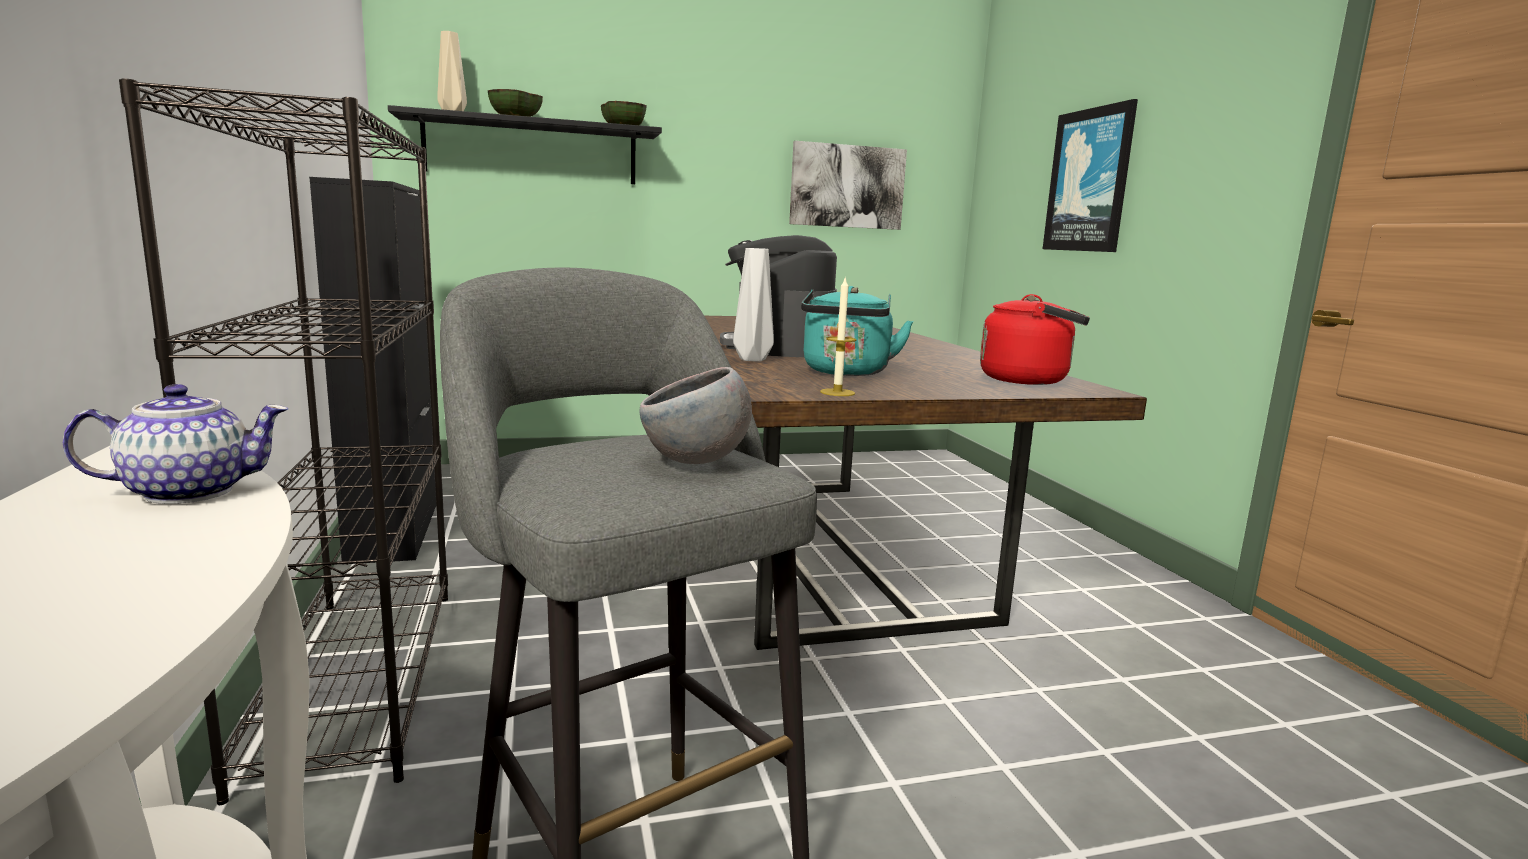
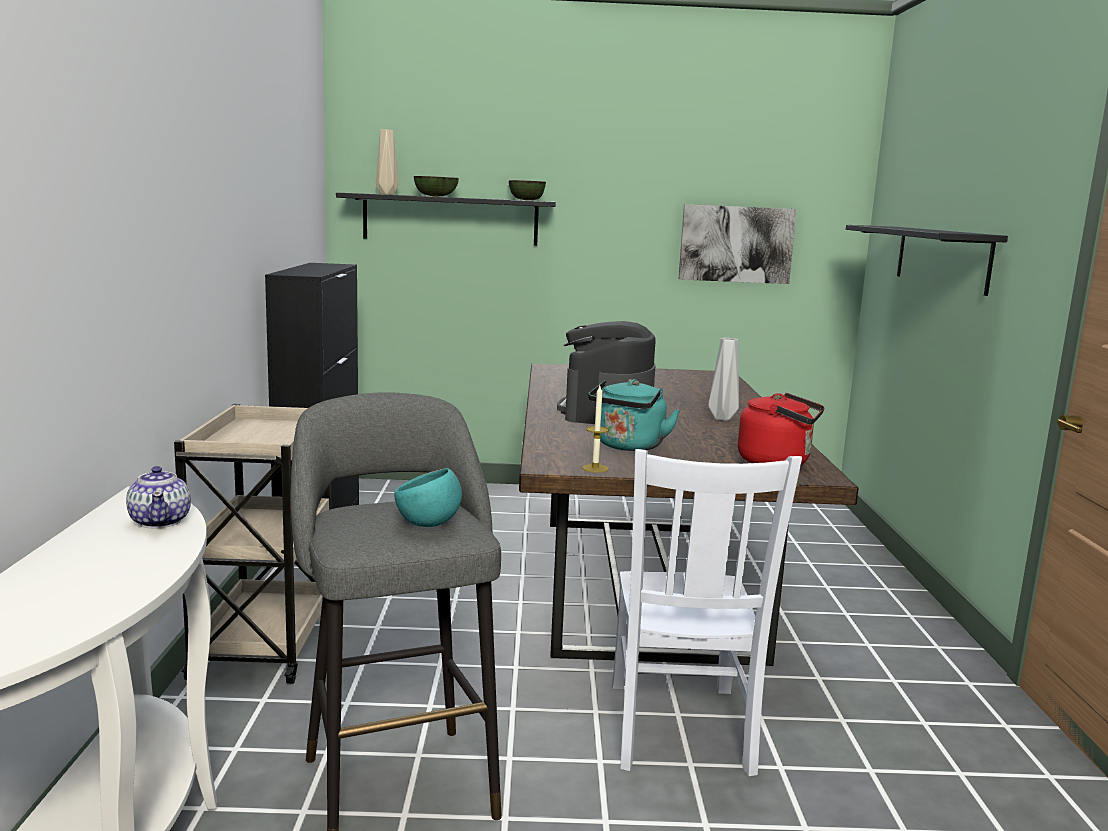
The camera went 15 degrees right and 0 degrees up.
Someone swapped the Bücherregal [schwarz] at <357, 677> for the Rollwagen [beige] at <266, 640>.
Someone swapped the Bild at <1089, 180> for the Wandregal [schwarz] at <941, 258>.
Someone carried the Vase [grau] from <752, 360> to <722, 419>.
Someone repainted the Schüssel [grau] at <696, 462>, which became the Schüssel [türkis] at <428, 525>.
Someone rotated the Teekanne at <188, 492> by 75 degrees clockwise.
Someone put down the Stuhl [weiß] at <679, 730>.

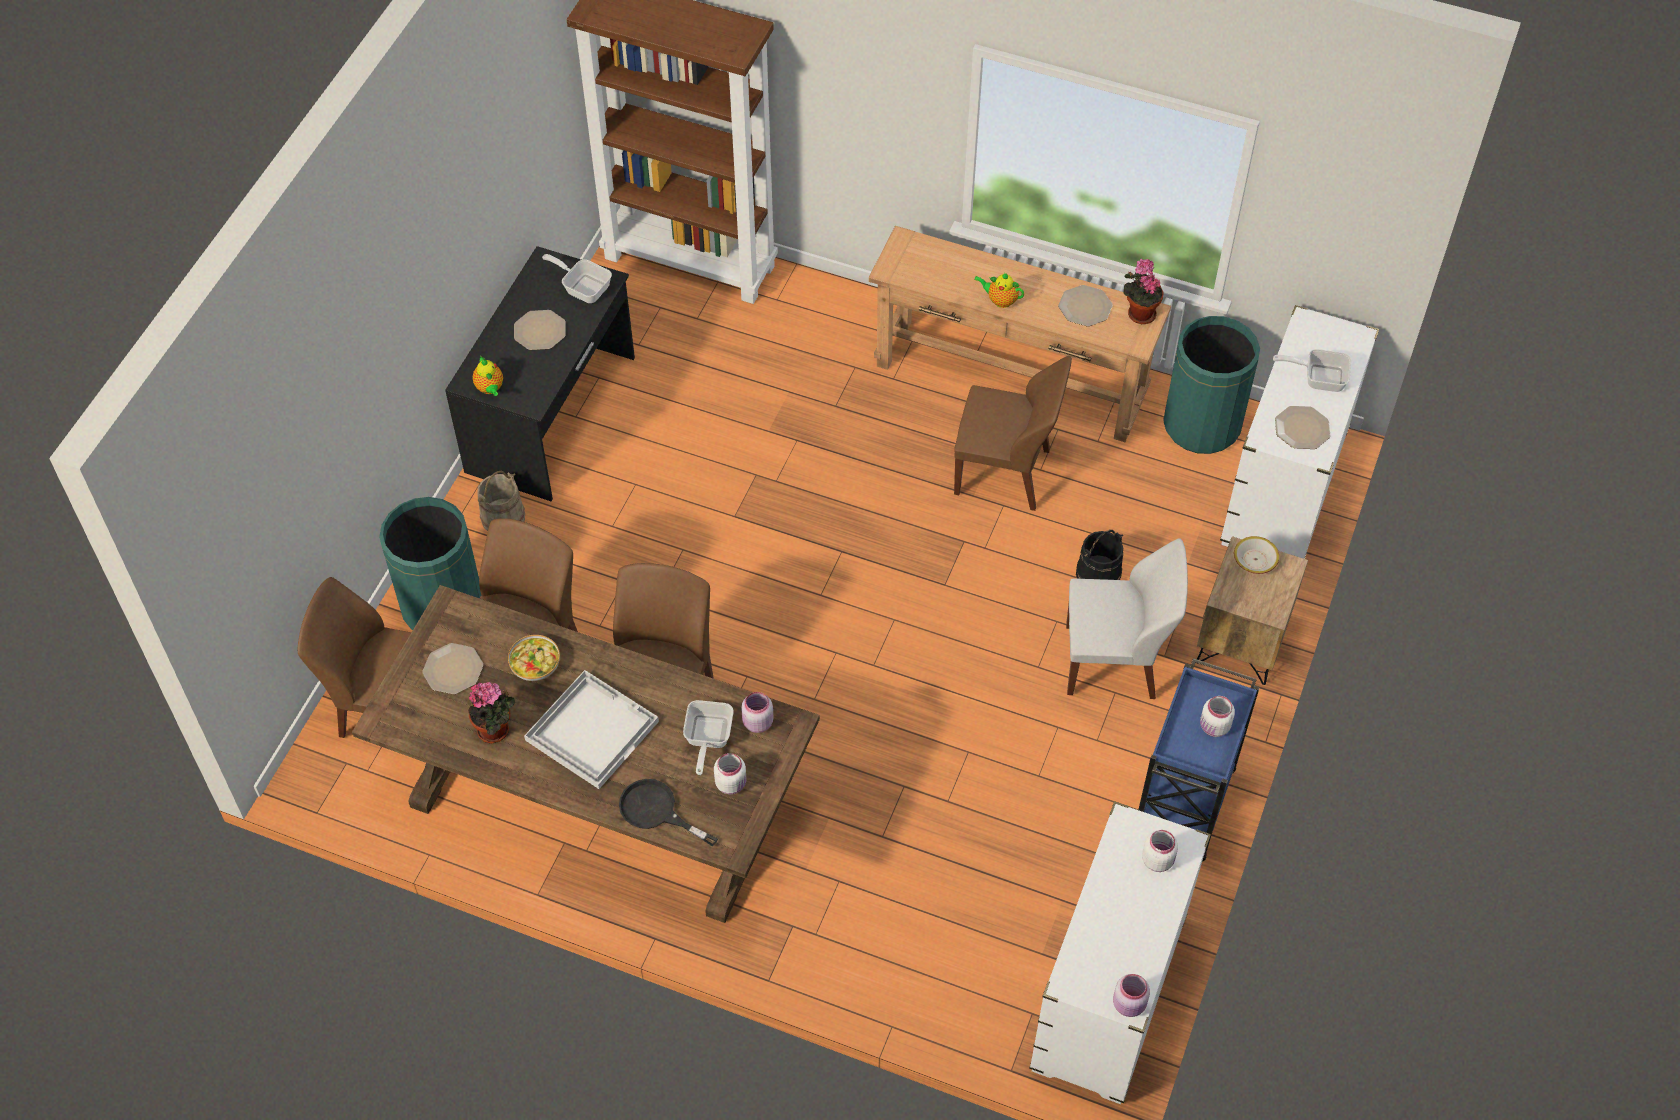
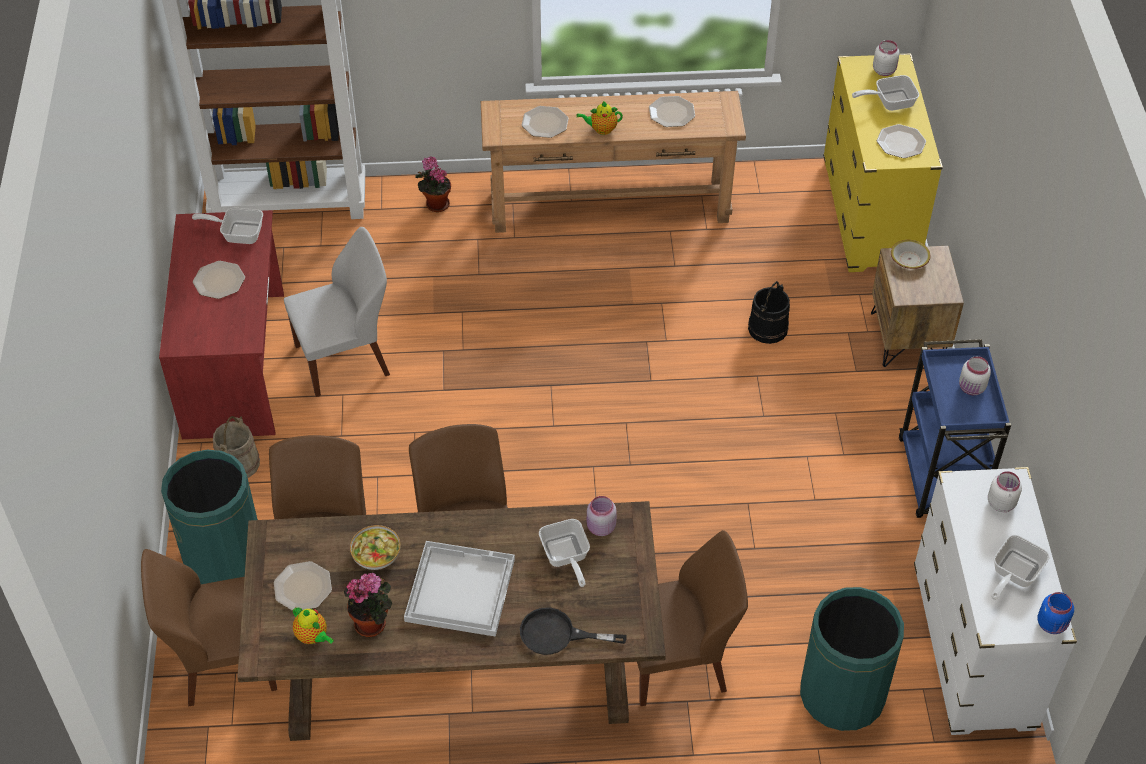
The camera went 25 degrees left and 5 degrees down.
Someone repainted the Schreibtisch [schwarz] at <553, 415>, which became the Schreibtisch [rot] at <236, 364>.
Someone carried the Topfpflanze from <1139, 313> to <435, 204>.
Someone repainted the Kommode [weiß] at <1284, 488>, which became the Kommode [gelb] at <869, 215>.
Someone carried the Mülleimer [grün] from <1202, 425> to <842, 695>.
Someone carried the Teekanne from <490, 389> to <313, 637>.
Someone carried the Stuhl [braun] from <1005, 473> to <677, 663>.
Someone carried the Stuhl [weiß] from <1114, 662> to <345, 359>.
Someone carried the Vorratsglas [weiß] from <732, 783> to <884, 70>.
Someone repainted the Vorratsglas [rosa] at <1130, 1004>, which became the Vorratsglas [blau] at <1052, 624>.
Someone put down the Teller at <544, 122>.
Someone put down the Pfanne at <1013, 574>.

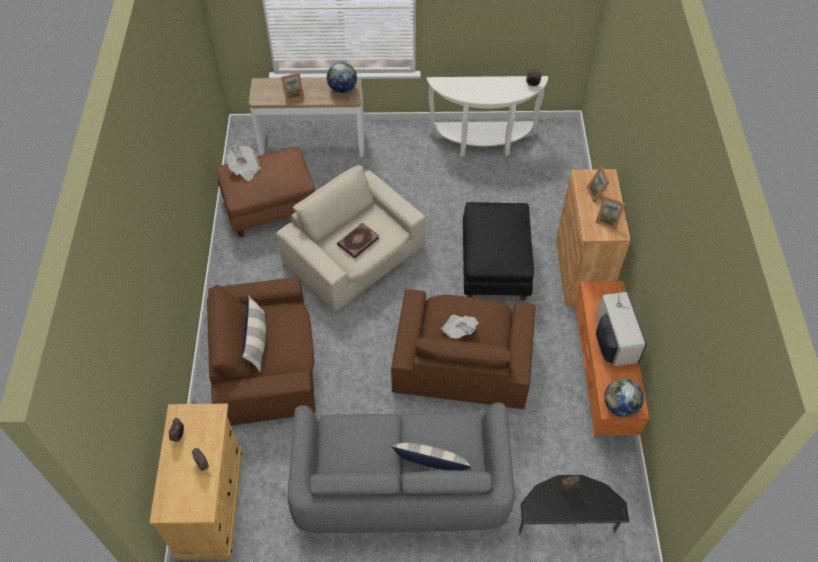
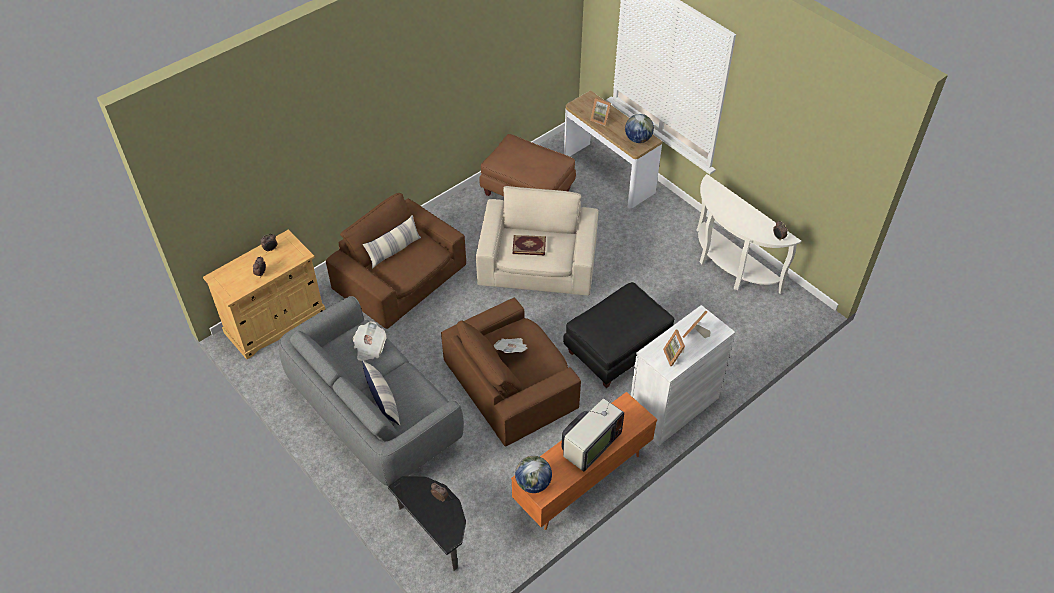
The camera went 50 degrees right and 5 degrees down.
Someone carried the Zeitung from <244, 169> to <369, 348>.
Someone repainted the Schrank [braun] at <581, 271>, which became the Schrank [weiß] at <673, 407>.

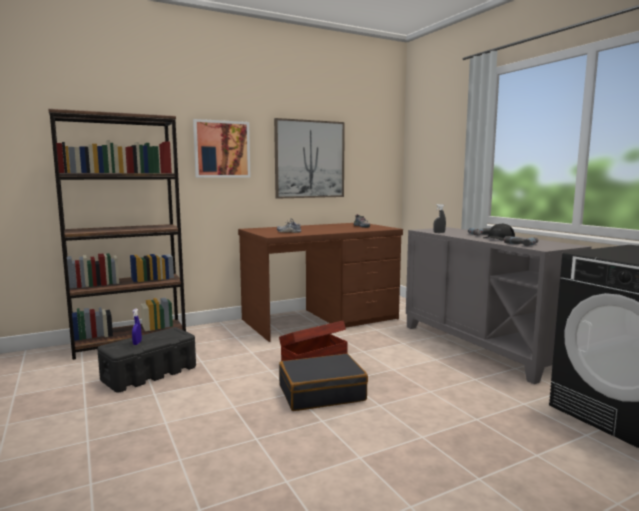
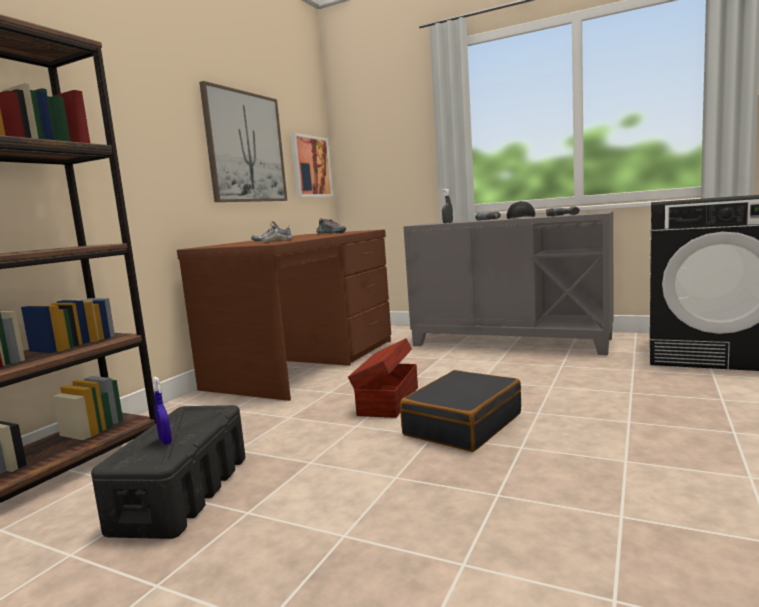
The camera went 35 degrees left and 0 degrees up.
Someone carried the Bild from <222, 149> to <311, 166>.

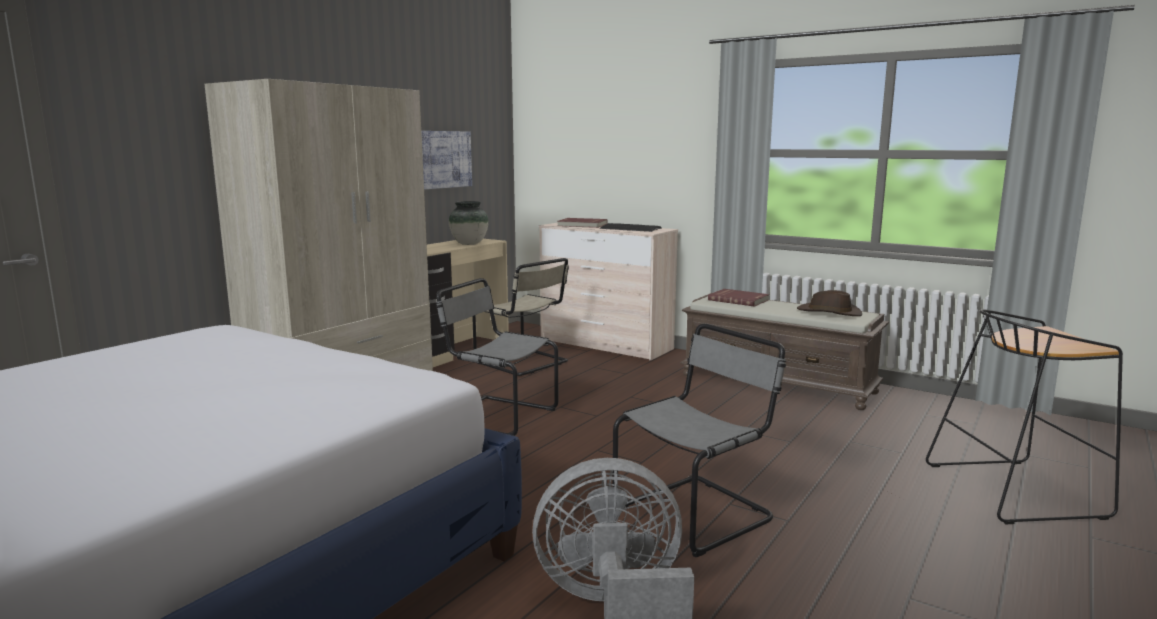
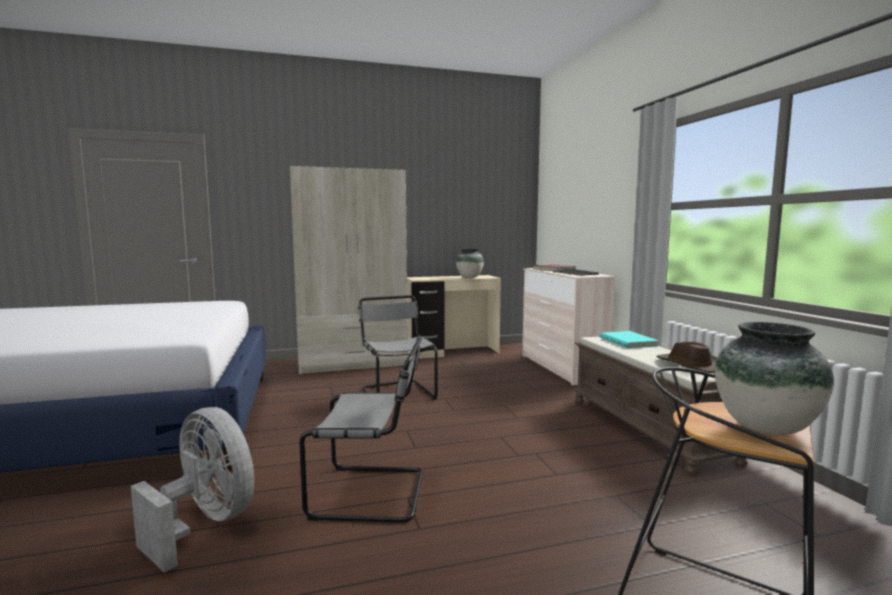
The camera went 40 degrees right and 5 degrees down.
Someone took away the Bild at <440, 159>.
Someone took away the Stuhl [beige] at <524, 363>.
Someone repainted the Buch [rot] at <738, 300>, which became the Buch [türkis] at <629, 341>.
Someone put down the Vase at <765, 428>.

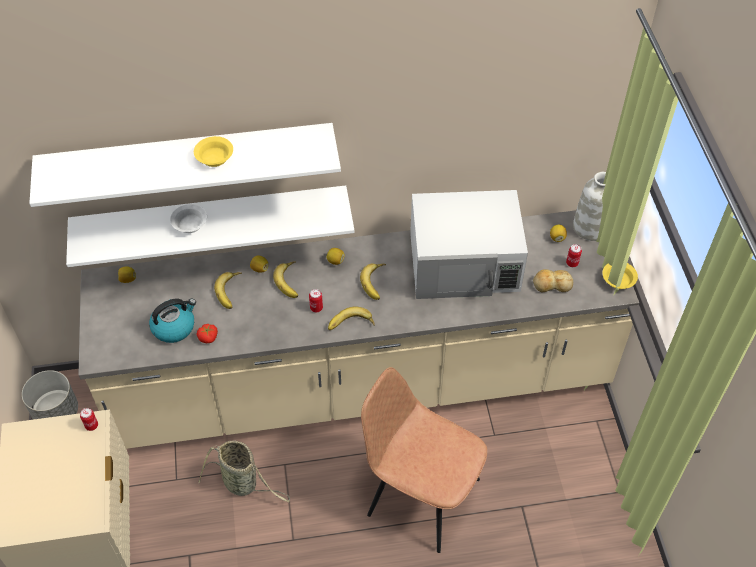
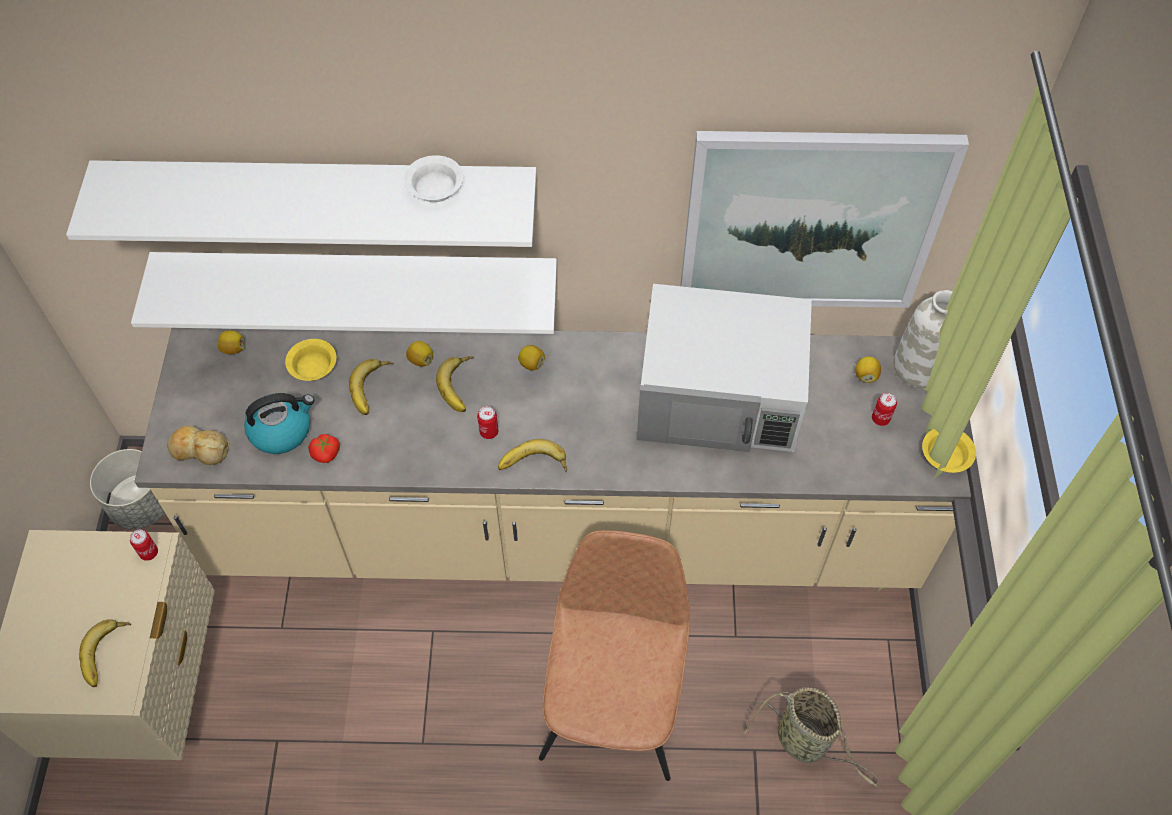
The camera went 10 degrees right and 5 degrees up.
Someone carried the Schüssel [gelb] from <215, 158> to <314, 367>.
Someone carried the Schüssel [weiß] from <189, 224> to <434, 188>.
Someone carried the Banane from <376, 283> to <107, 654>.
Someone carried the Brot from <551, 284> to <199, 450>.
Someone rotated the Stuhl [braun] at <421, 495> by 60 degrees clockwise.
Someone carried the Korb from <243, 483> to <805, 742>.
Someone put up the Bild at <810, 221>.

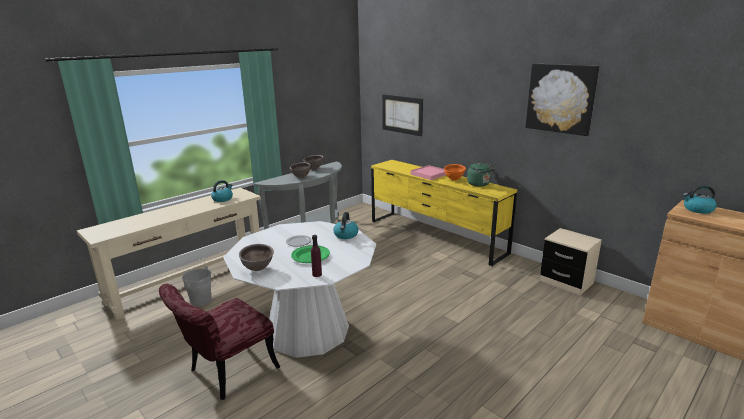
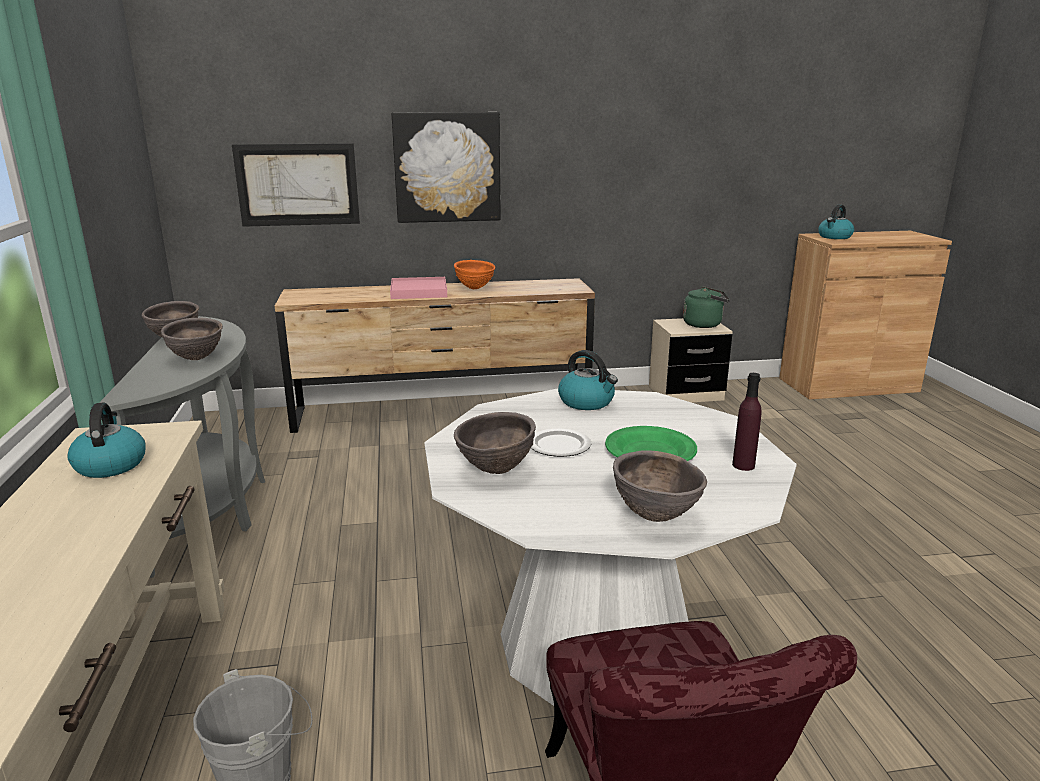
The camera went 55 degrees left and 0 degrees up.
Someone carried the Bild from <560, 98> to <447, 167>.
Someone repainted the Kommode [gelb] at <435, 236>, which became the Kommode [braun] at <442, 411>.
Someone carried the Wasserkessel [grün] from <479, 184> to <704, 324>.
Someone put down the Schüssel [braun] at <495, 470>.

